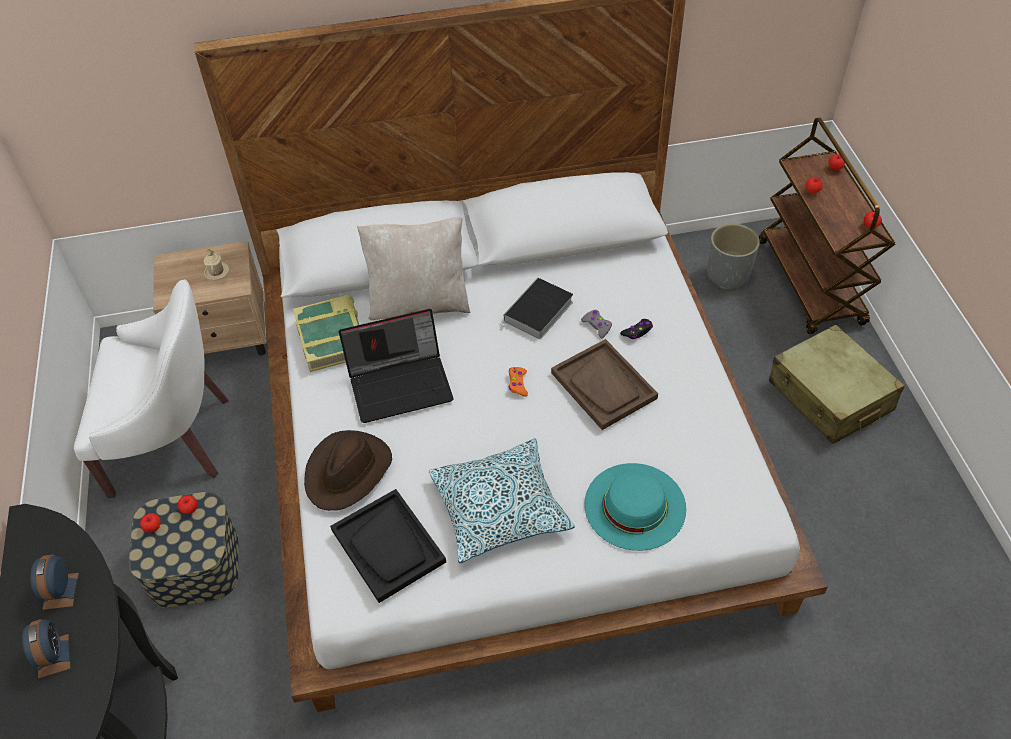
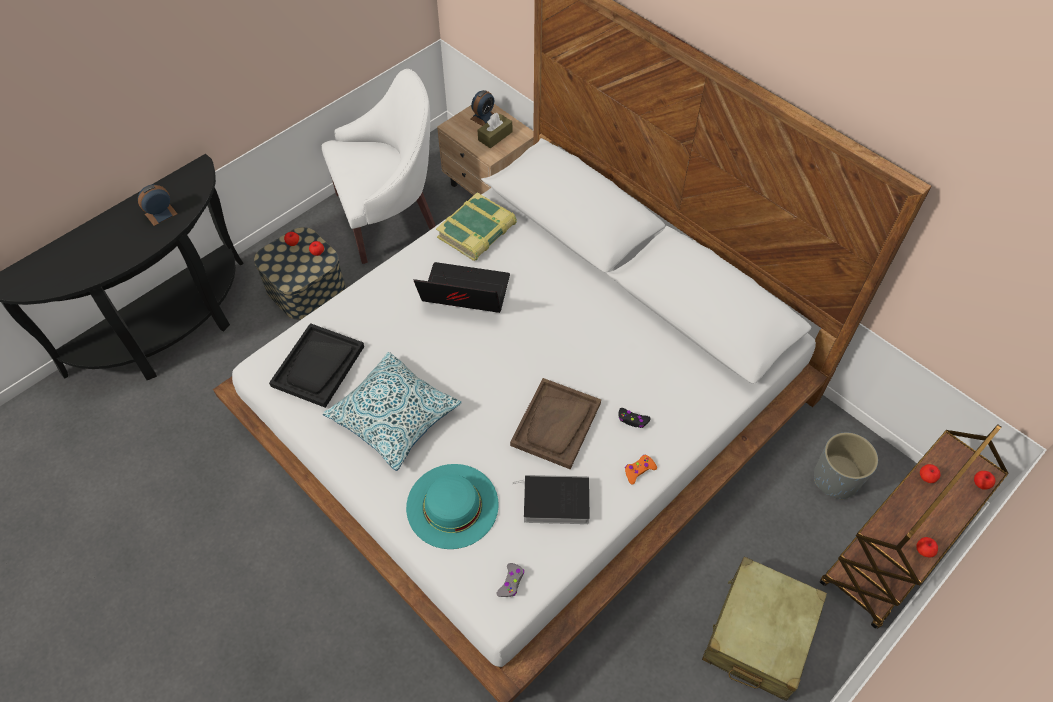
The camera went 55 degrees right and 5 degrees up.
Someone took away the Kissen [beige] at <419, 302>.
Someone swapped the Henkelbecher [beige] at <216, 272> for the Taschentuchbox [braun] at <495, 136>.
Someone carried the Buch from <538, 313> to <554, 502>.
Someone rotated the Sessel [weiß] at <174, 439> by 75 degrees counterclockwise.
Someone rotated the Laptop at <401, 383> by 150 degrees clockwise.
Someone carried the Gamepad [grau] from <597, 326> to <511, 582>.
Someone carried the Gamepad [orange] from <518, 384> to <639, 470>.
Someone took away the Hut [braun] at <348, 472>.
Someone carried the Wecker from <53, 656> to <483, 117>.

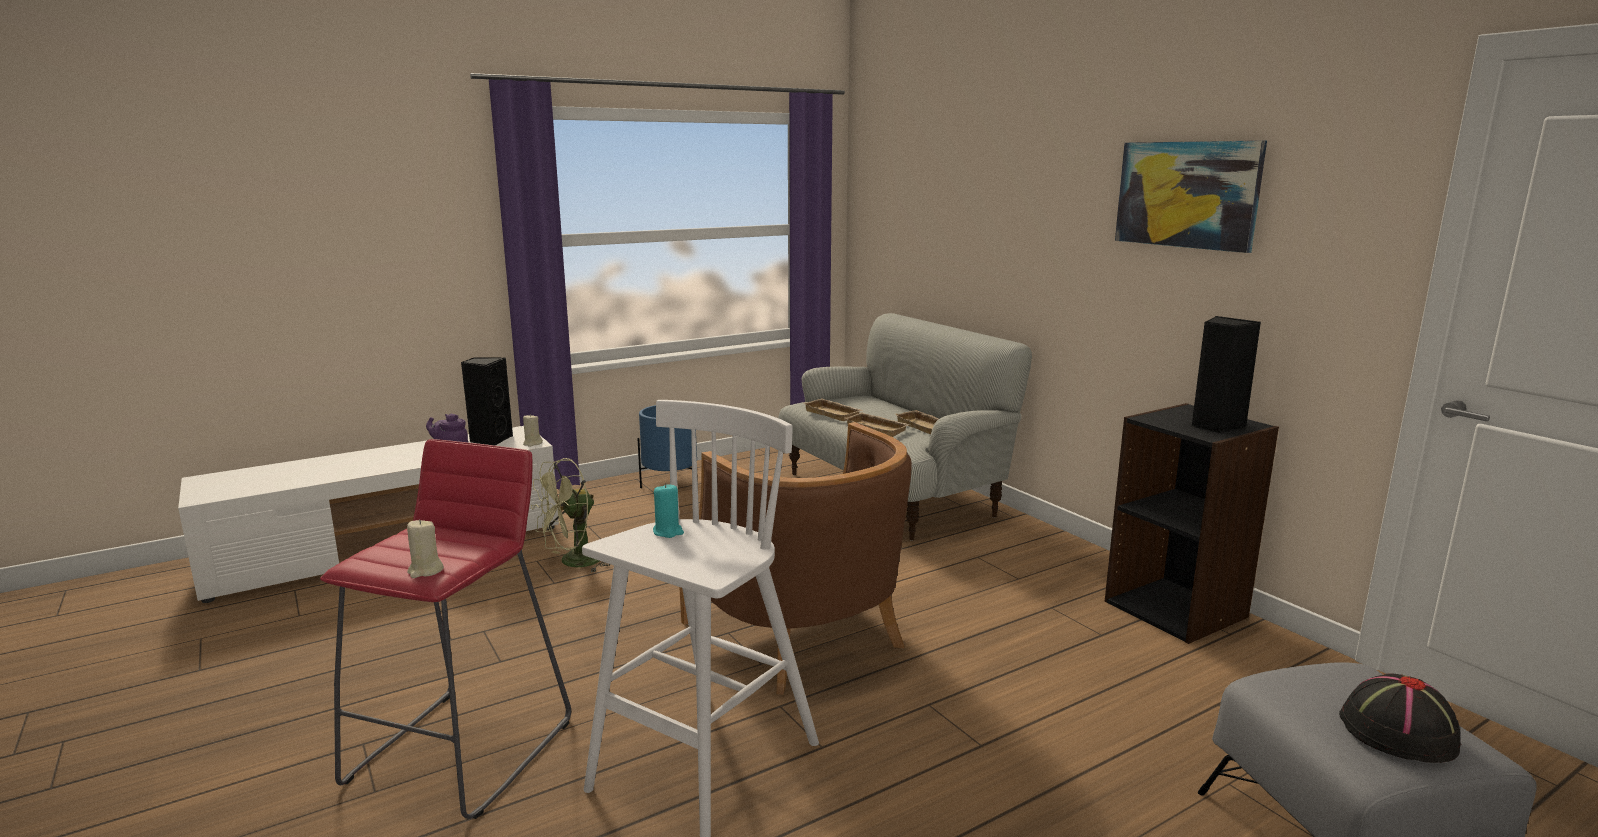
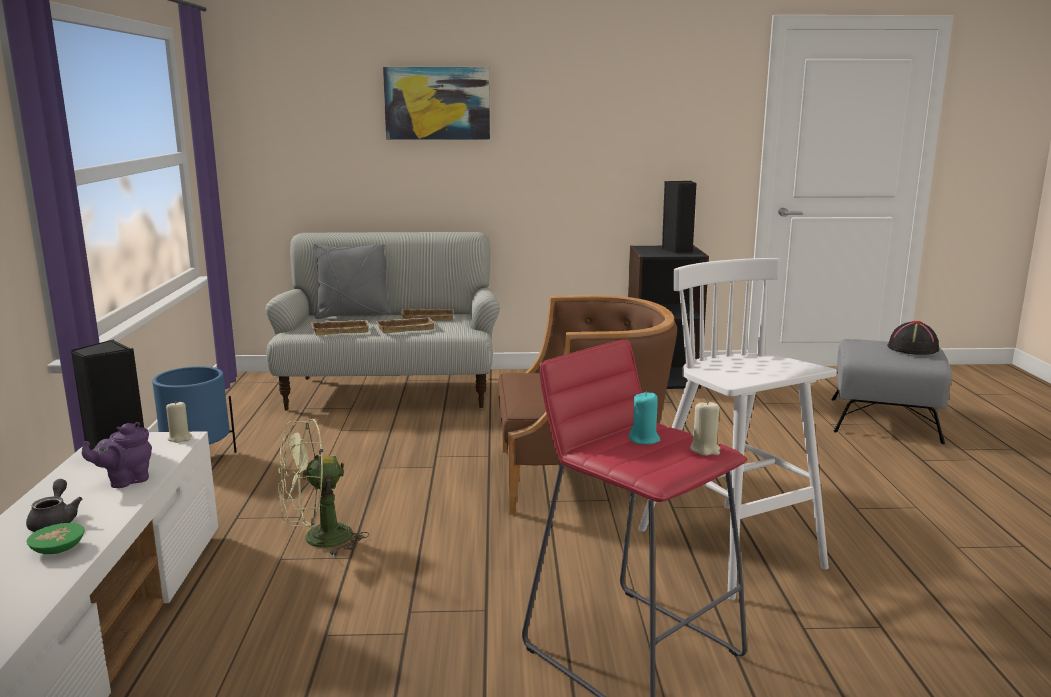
The camera went 60 degrees left and 0 degrees up.
Someone carried the Bild from <1187, 194> to <437, 103>.
Someone rotated the Ventilator [grün] at <573, 563> by 75 degrees clockwise.
Someone carried the Kerze [türkis] from <668, 532> to <644, 439>.
Someone put down the Kissen [grau] at <353, 315>.
Someone put down the Teekanne [grau] at <55, 521>.
Someone put down the Schüssel [grün] at <56, 549>.

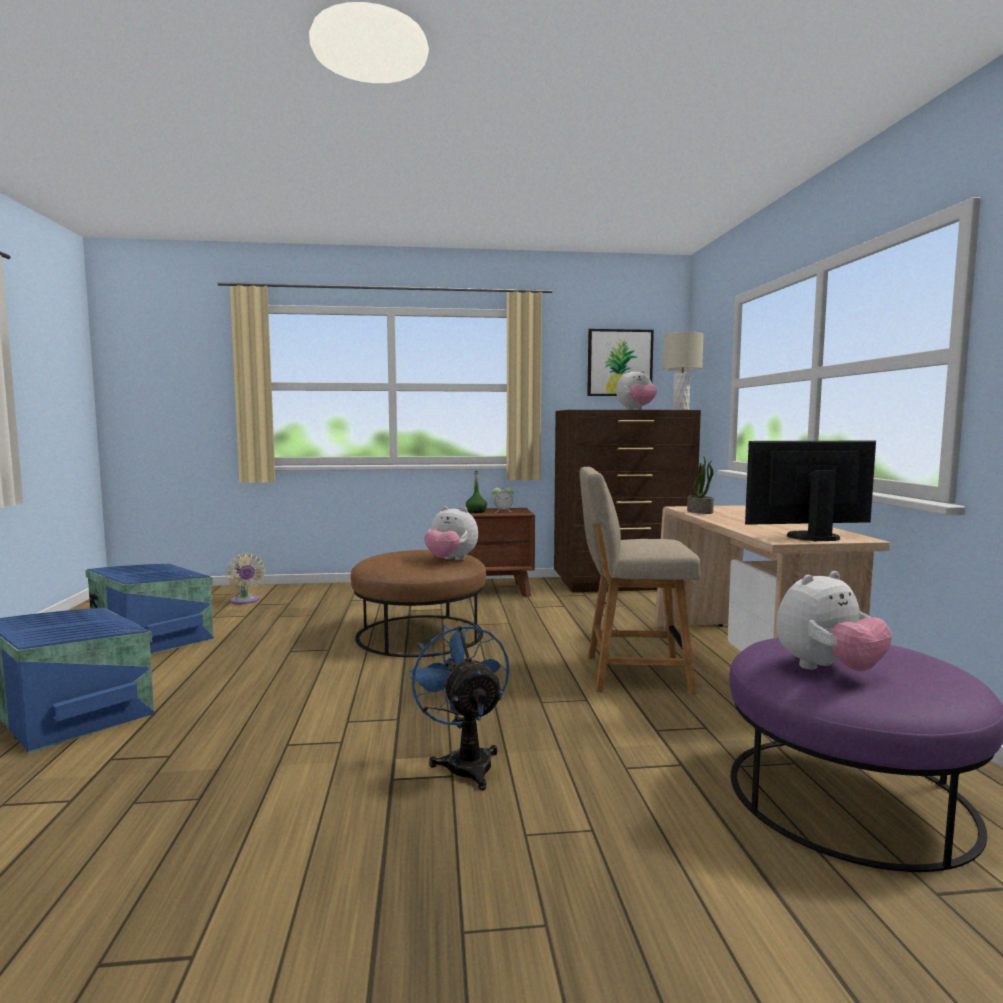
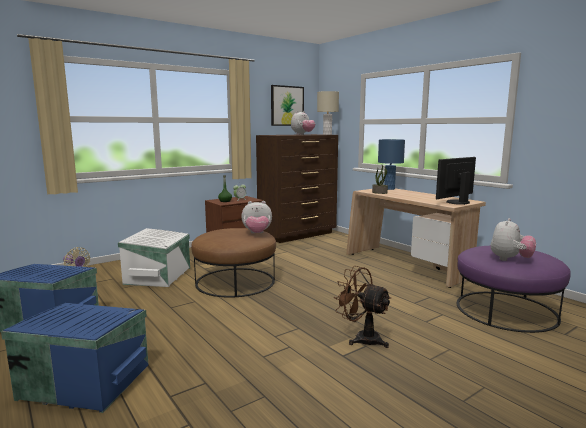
The camera went 30 degrees left and 5 degrees up.
Someone took away the Stuhl [beige] at <631, 673>.
Someone repainted the Ventilator [blau] at <465, 762>, which became the Ventilator [braun] at <362, 338>.
Someone put down the Tischlampe [blau] at <389, 189>.
Someone put down the Aufbewahrungsbox [weiß] at <159, 275>.

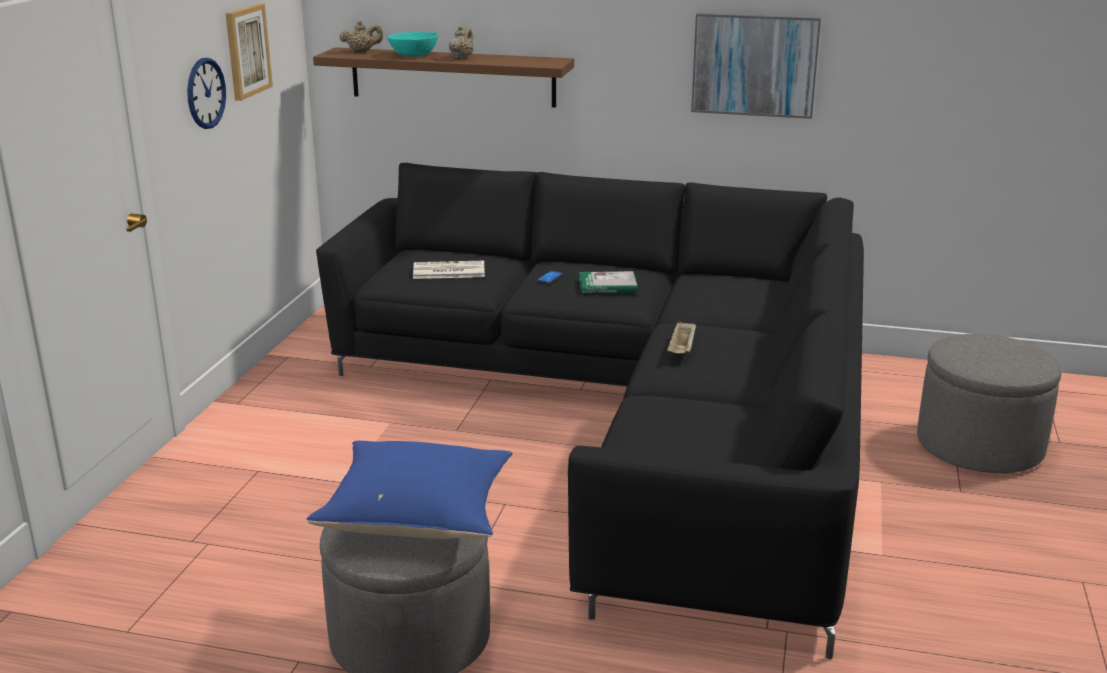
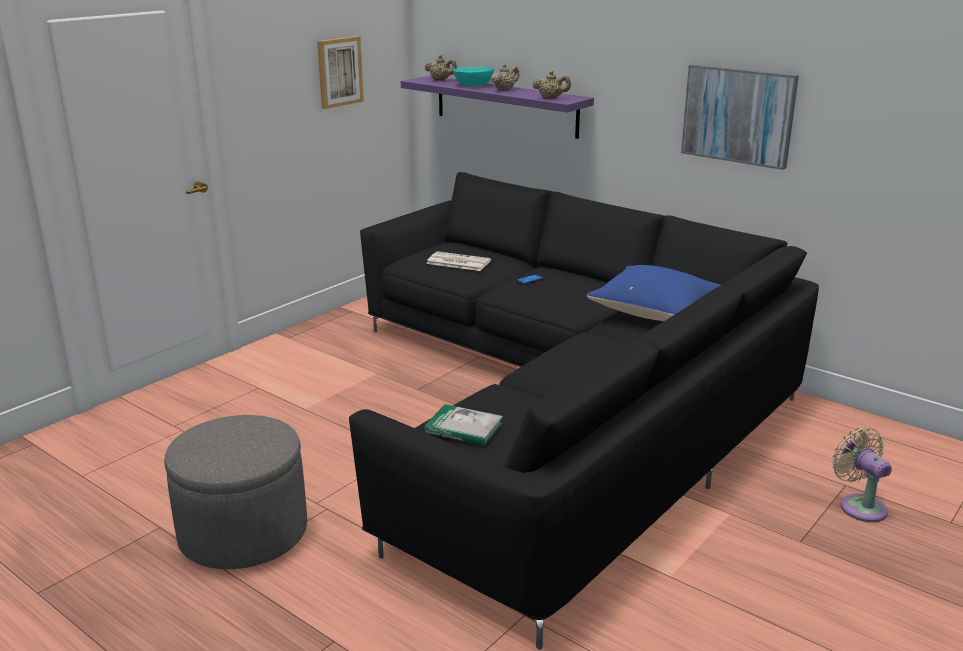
The camera went 25 degrees right and 0 degrees up.
Someone repainted the Wandregal [braun] at <452, 77>, which became the Wandregal [lila] at <506, 106>.
Someone took away the Wanduhr at <206, 93>.
Someone carried the Buch from <607, 285> to <464, 428>.
Someone took away the Tablett [beige] at <682, 350>.
Someone swapped the Polsterhocker [grau] at <979, 446> for the Ventilator [beige] at <859, 506>.
Someone carried the Kissen [blau] from <419, 517> to <655, 313>.
Someone put down the Teekanne [beige] at <551, 98>.

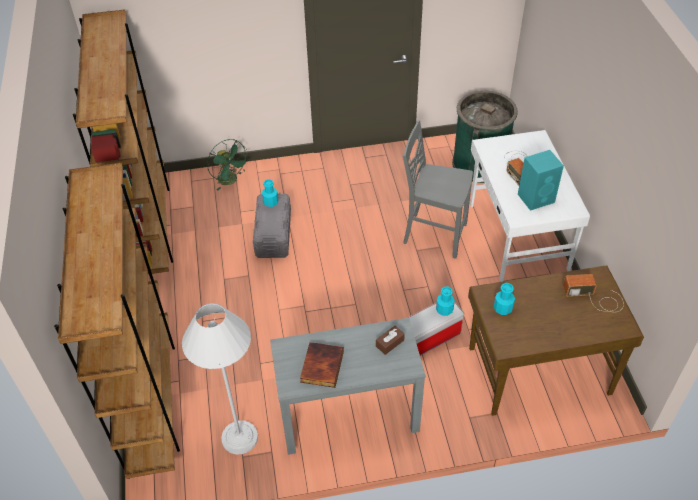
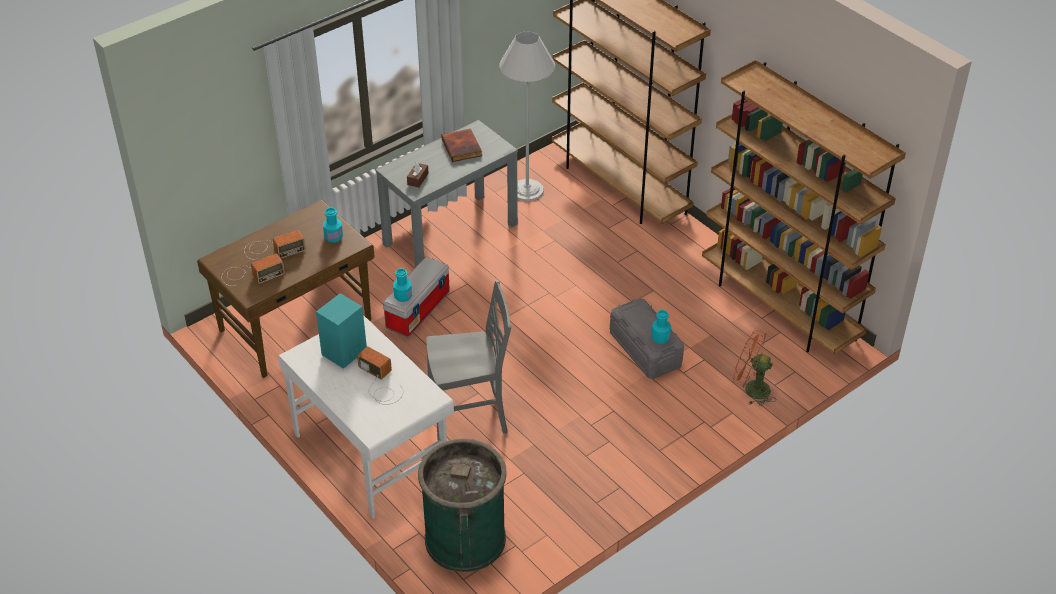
The camera went 150 degrees right and 5 degrees down.
Someone repainted the Ventilator [grün] at <230, 181>, which became the Ventilator [orange] at <751, 389>.
Someone put down the Radio at <272, 249>.

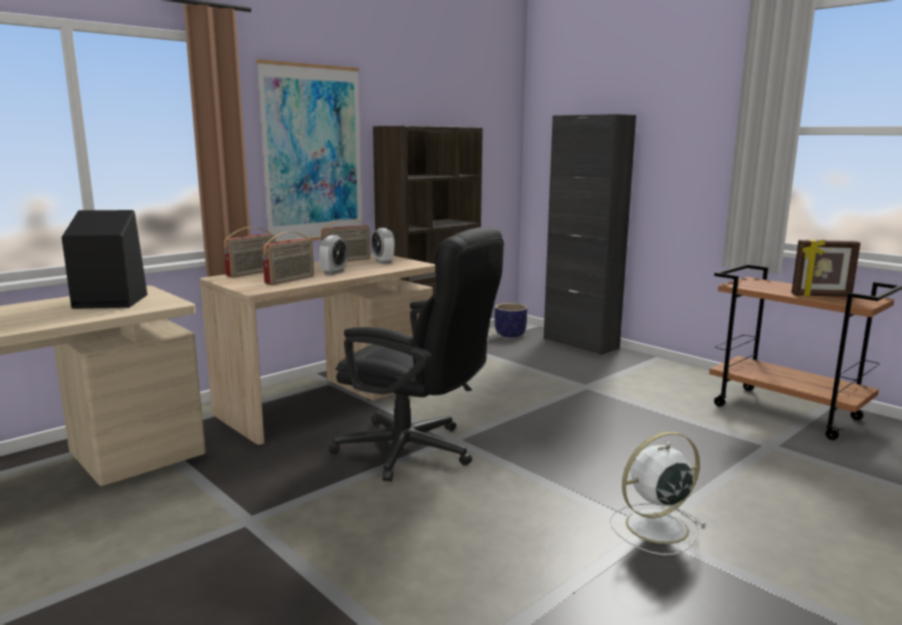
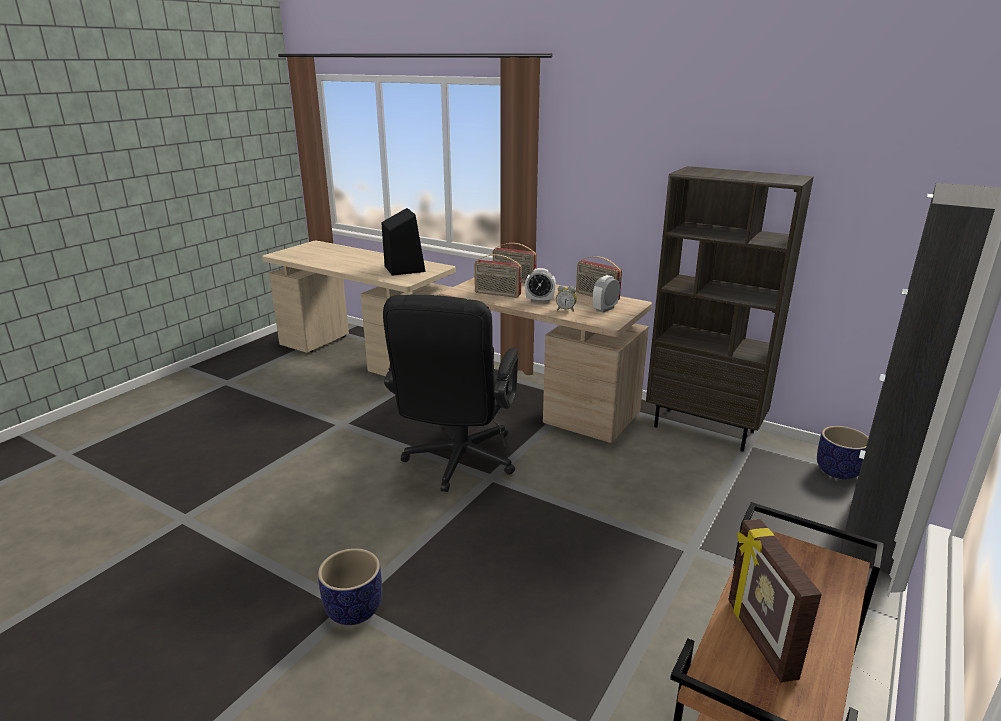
The camera went 75 degrees right and 10 degrees up.
Someone took away the Bild at <313, 154>.
Someone swapped the Ventilator [weiß] at <654, 527> for the Pflanzkübel at <353, 609>.
Someone put down the Wecker at <566, 310>.

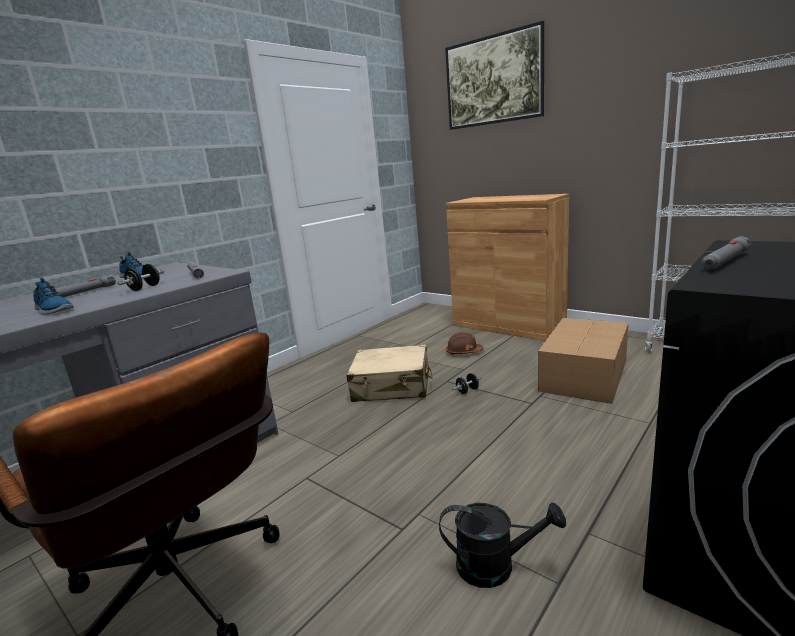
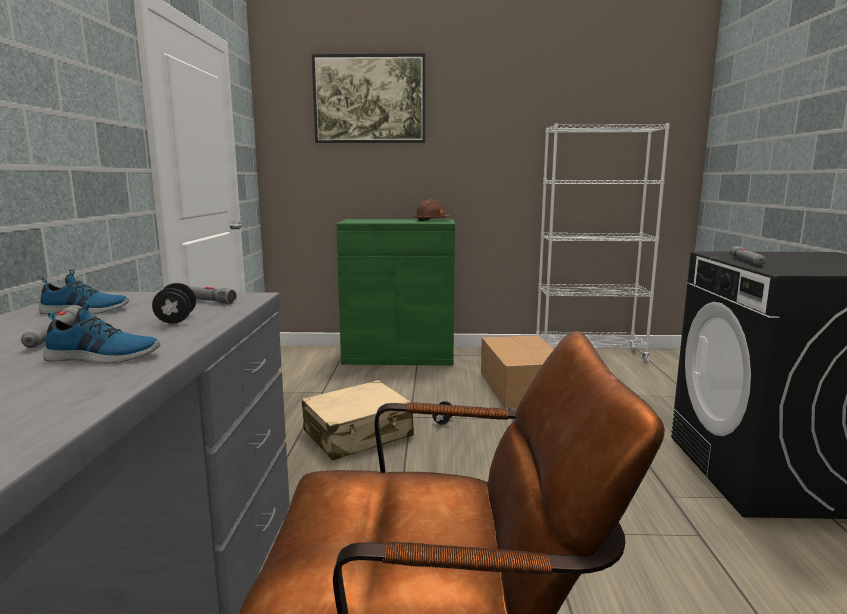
The camera went 40 degrees left and 5 degrees down.
Someone repainted the Schrank [braun] at <508, 325>, which became the Schrank [grün] at <399, 356>.
Someone carried the Schutzhelm [braun] from <463, 352> to <432, 220>.
Someone took away the Gießkanne [schwarz] at <496, 565>.

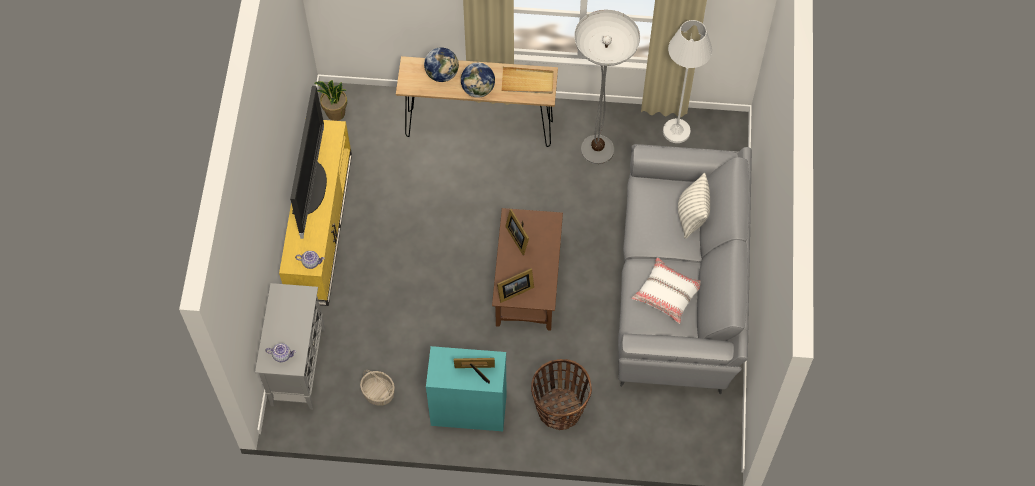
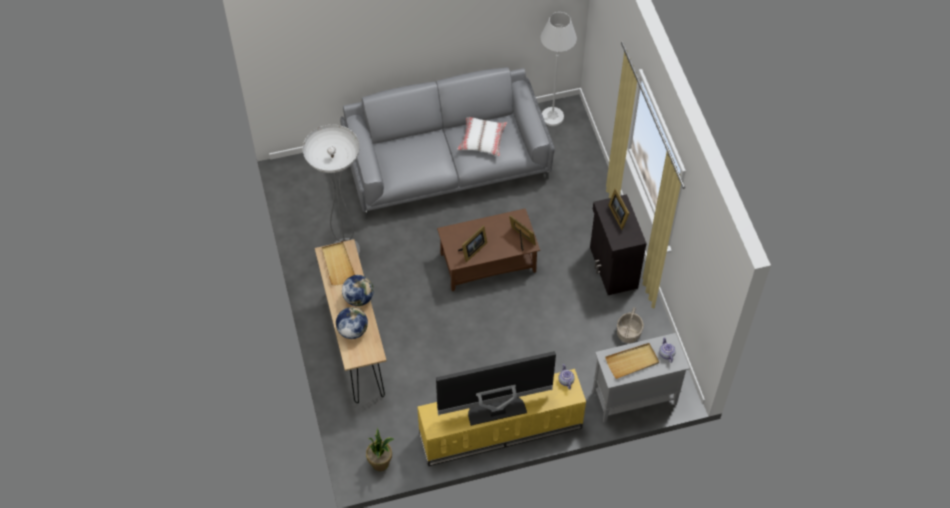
The camera went 110 degrees left and 5 degrees down.
Someone carried the Stehlampe [weiß] from <676, 131> to <552, 117>.
Someone took away the Kissen at <691, 217>.
Someone repainted the Schrank [türkis] at <468, 409>, which became the Schrank [schwarz] at <612, 268>.
Someone took away the Korb at <559, 409>.
Someone put down the Tablett [beige] at <632, 361>.

